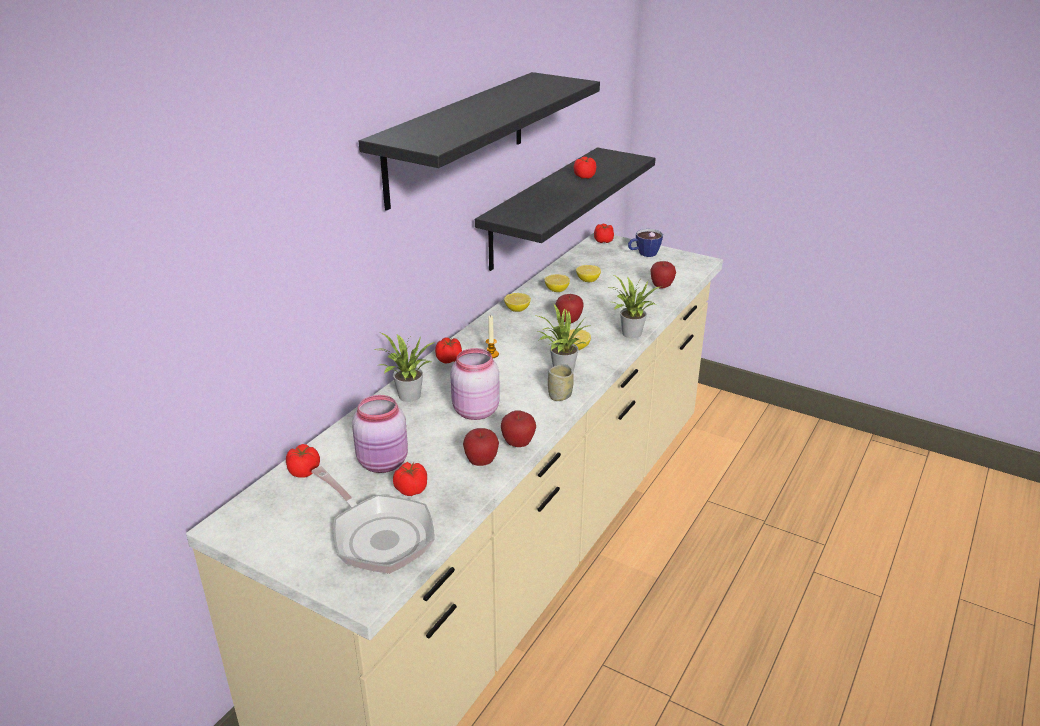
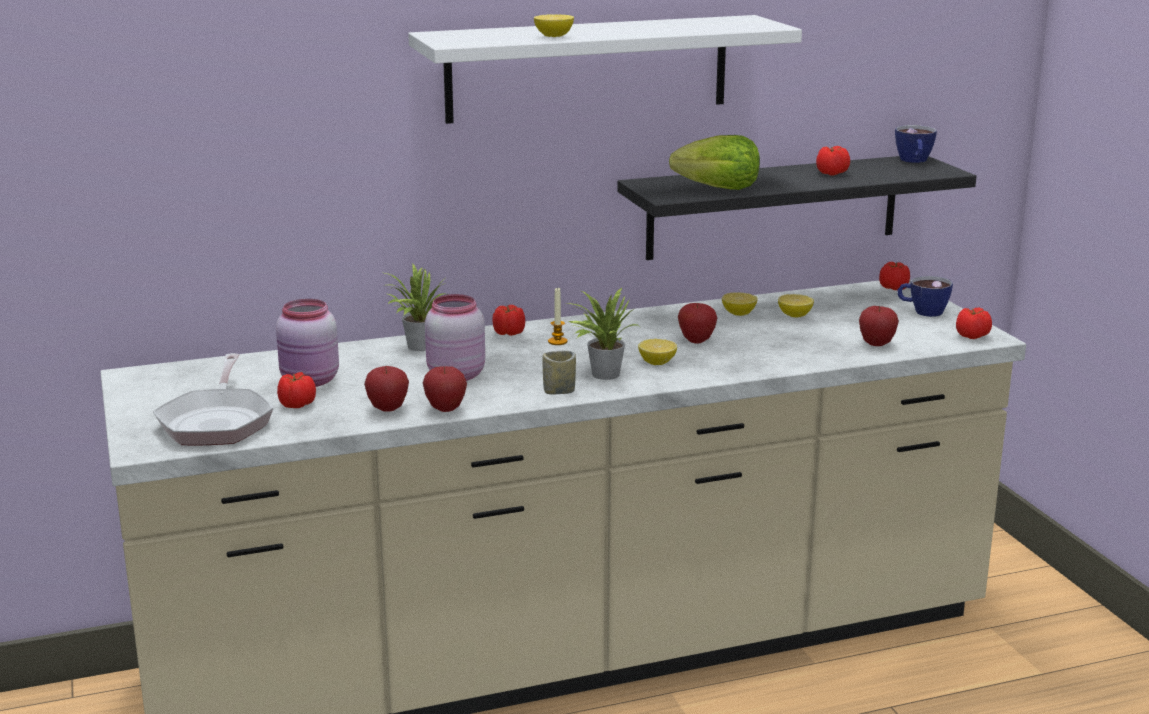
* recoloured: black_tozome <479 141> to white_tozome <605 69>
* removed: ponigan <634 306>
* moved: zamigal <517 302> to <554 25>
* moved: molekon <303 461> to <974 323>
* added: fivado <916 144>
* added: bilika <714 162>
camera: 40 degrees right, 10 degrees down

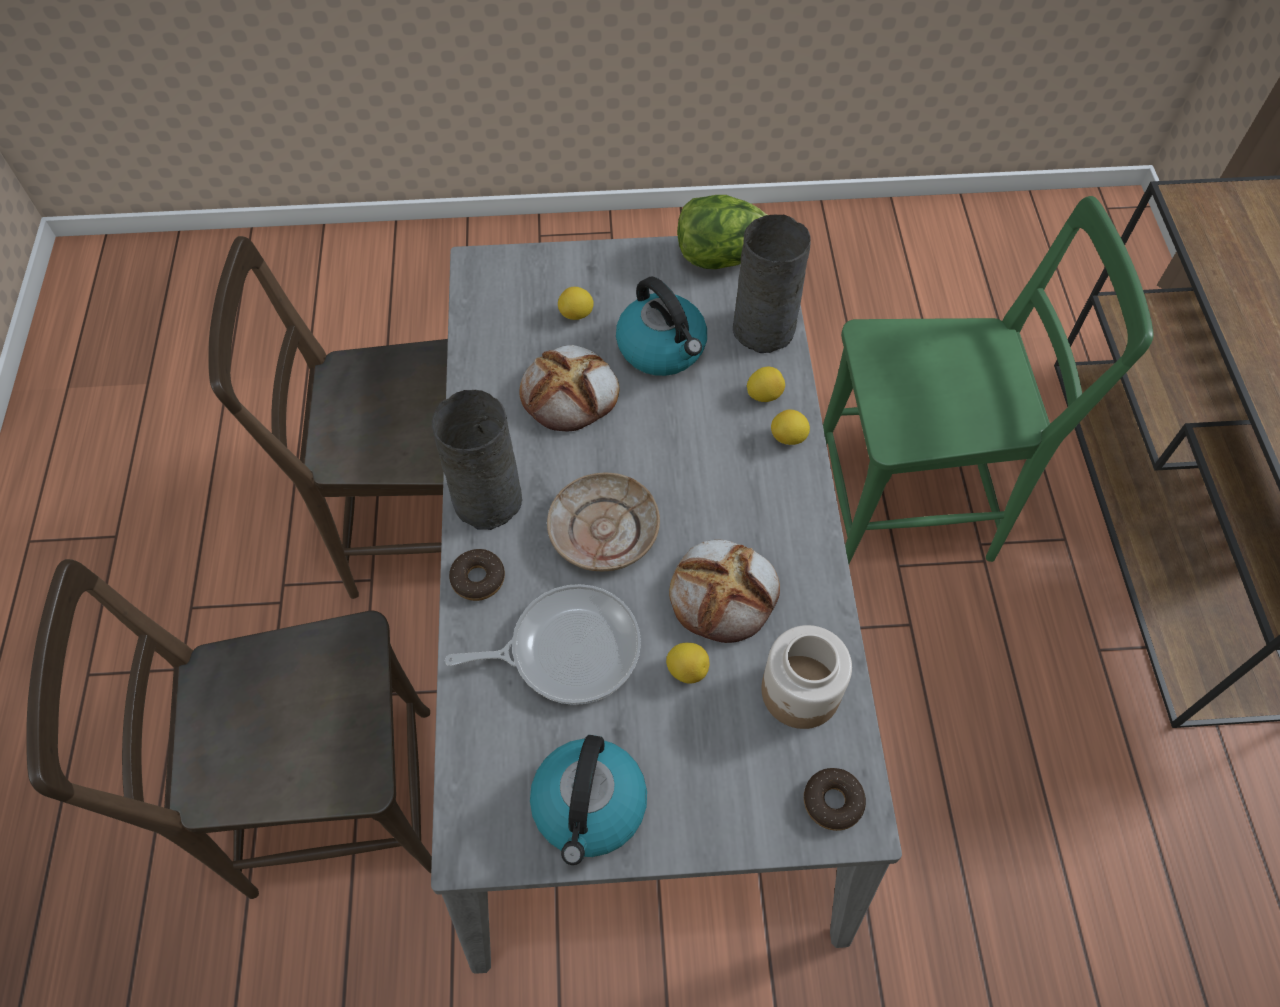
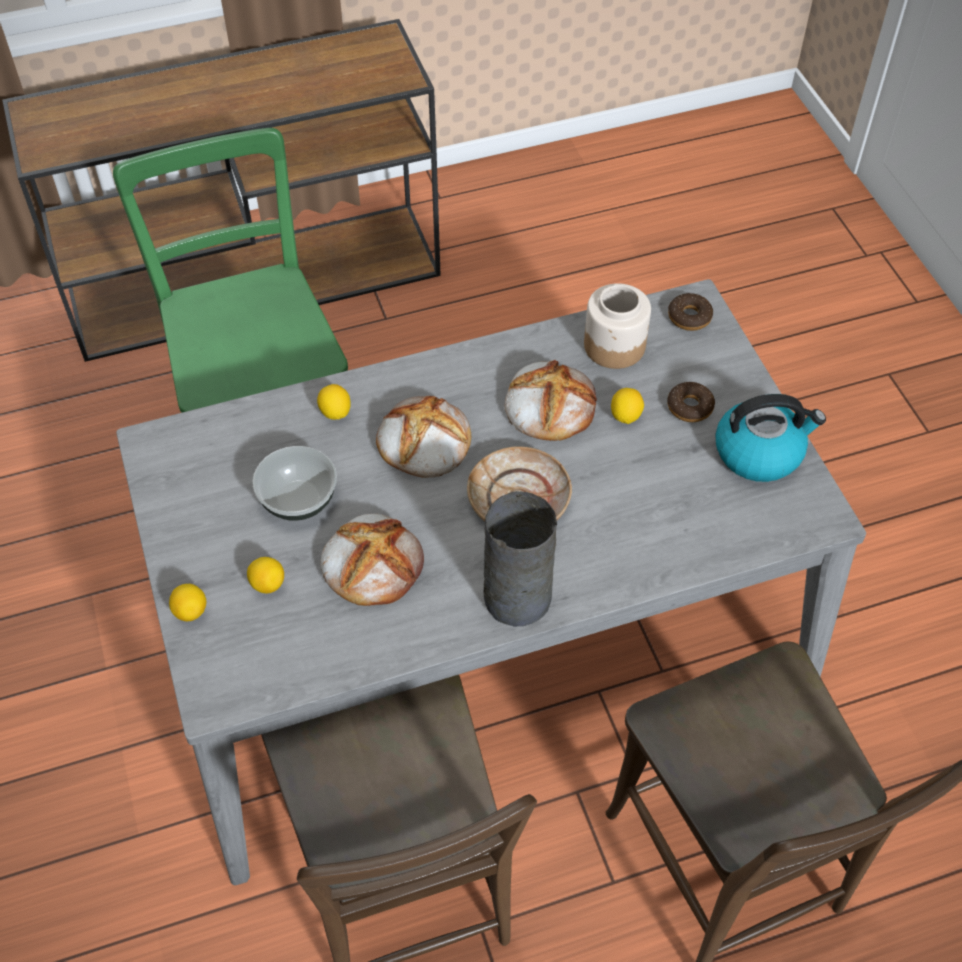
* removed: bilika <722 232>
* removed: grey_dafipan <772 284>
* replaced: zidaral <661 326> to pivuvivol <294 483>
* moved: zamigal <790 427> to <187 602>
* moved: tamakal <477 575> to <691 402>
* removed: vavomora <543 644>
* added: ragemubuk <423 437>
camera: 105 degrees left, 5 degrees down

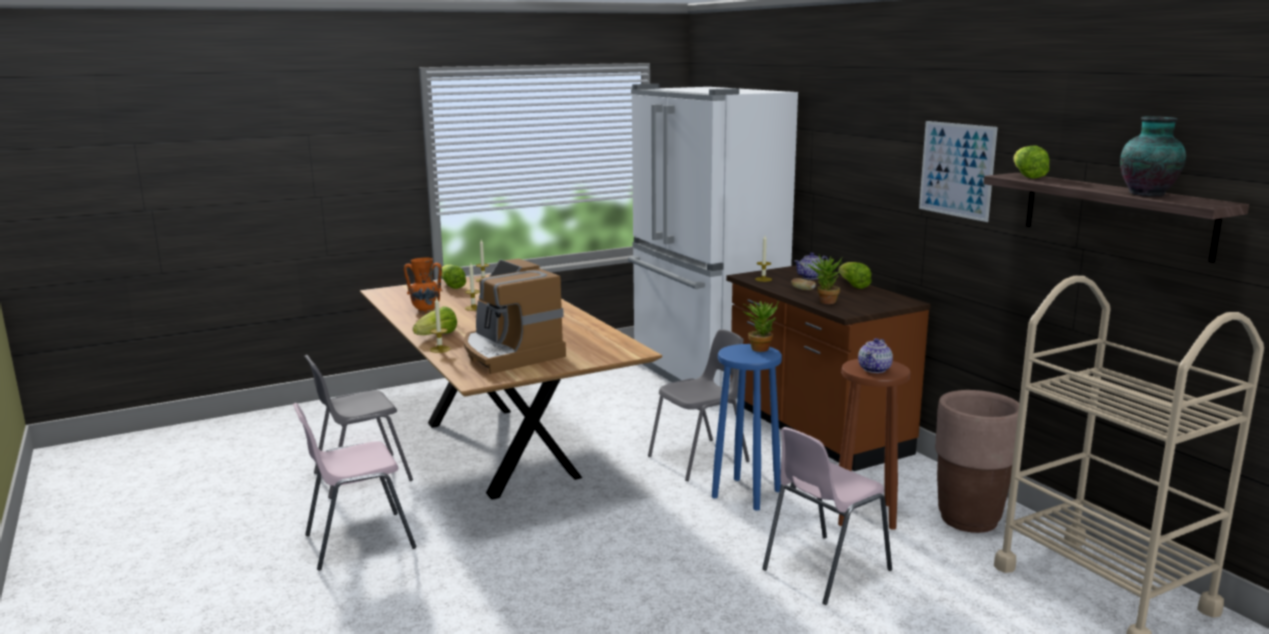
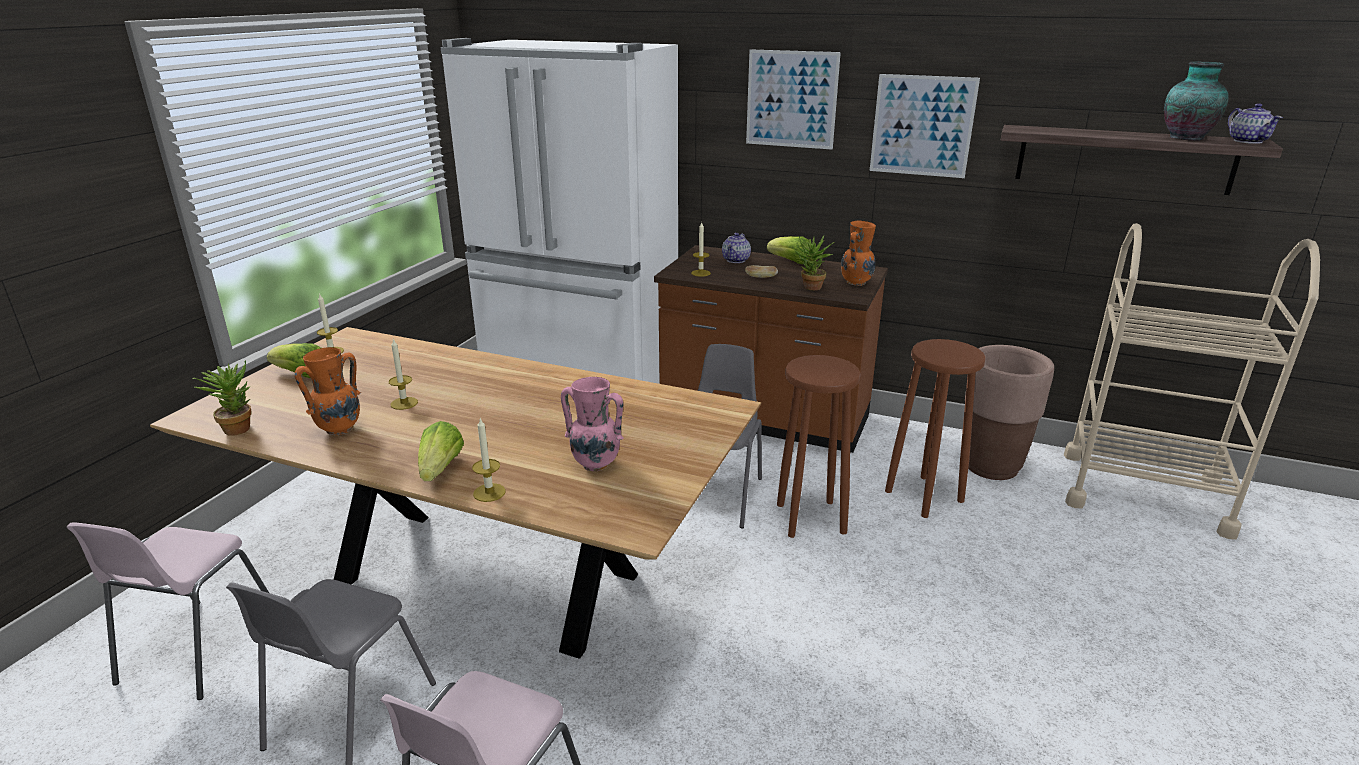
* removed: bilika <1031 162>
* replaced: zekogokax <515 316> to pink_dafipan <592 424>
* moved: ponigan <761 326> to <222 398>
* moved: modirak <875 355> to <1255 123>
* recoloured: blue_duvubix <747 427> to brown_duvubix <818 446>
* moved: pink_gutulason <827 516> to <168 611>
* added: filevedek <793 99>
* added: orange_dafipan <858 253>
camera: 40 degrees left, 10 degrees up

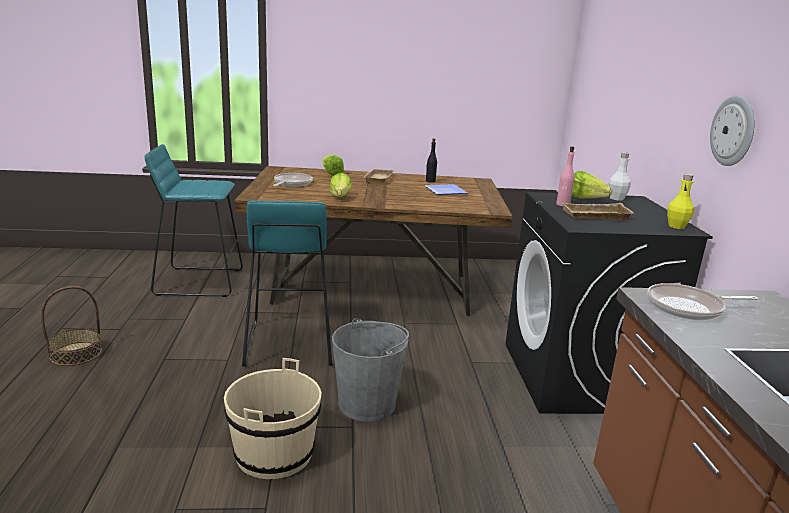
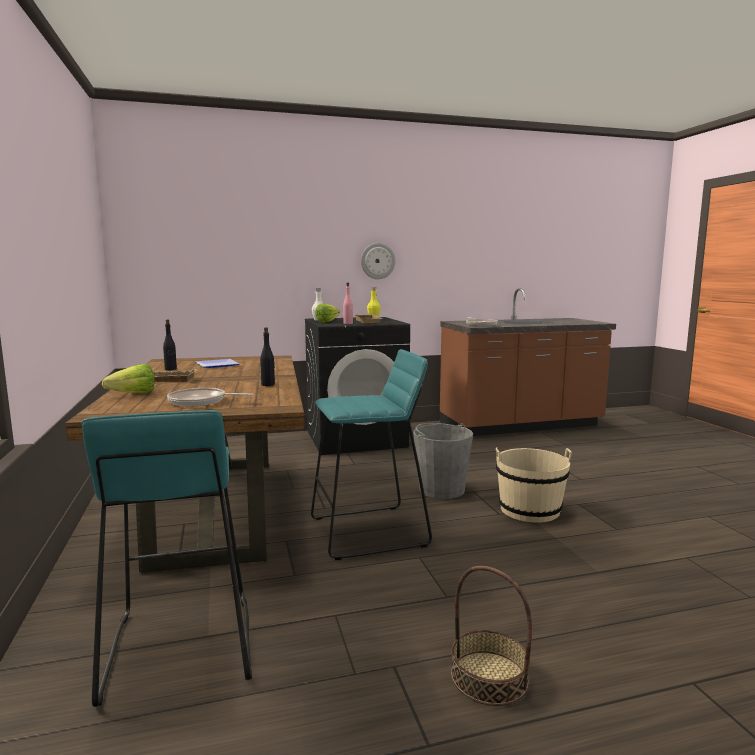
* replaced: bilika <340 185> to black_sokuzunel <267 356>
camera: 100 degrees left, 10 degrees down

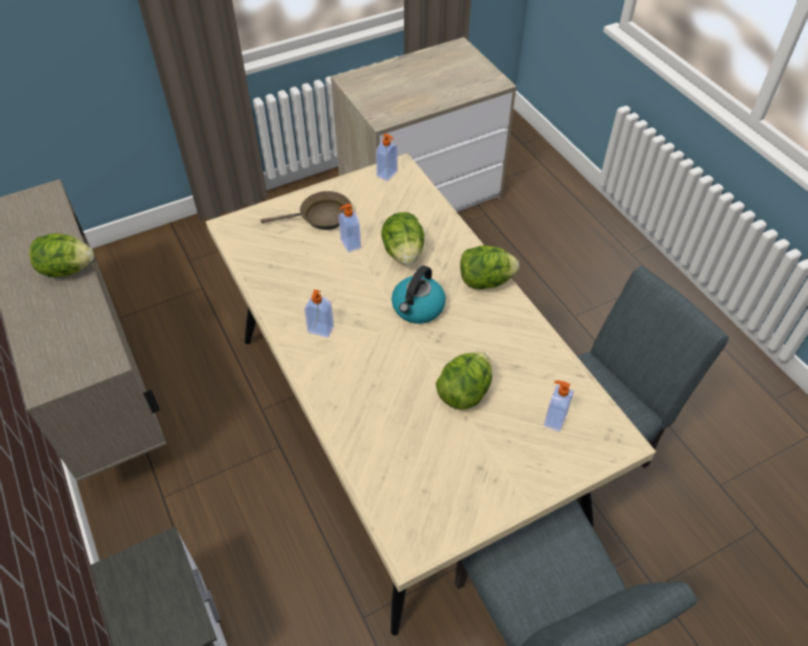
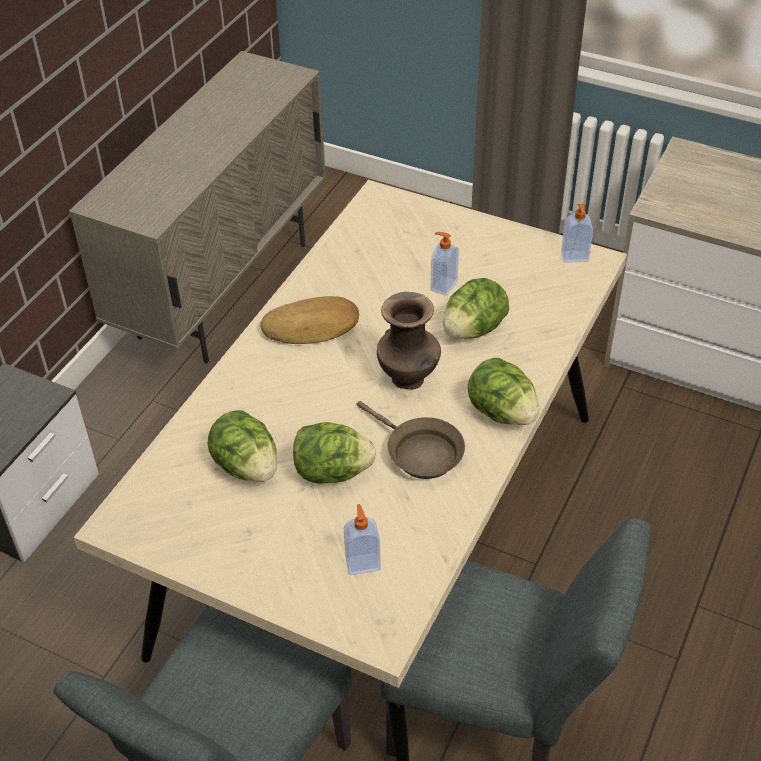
* moved: brown_vavomora <306 210> to <411 440>
* moved: bilika <62 255> to <242 446>
* replaced: zidaral <419 294> to brown_dafipan <409 341>
* replaced: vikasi <319 313> to ragemubuk <309 320>
camera: 55 degrees right, 5 degrees down

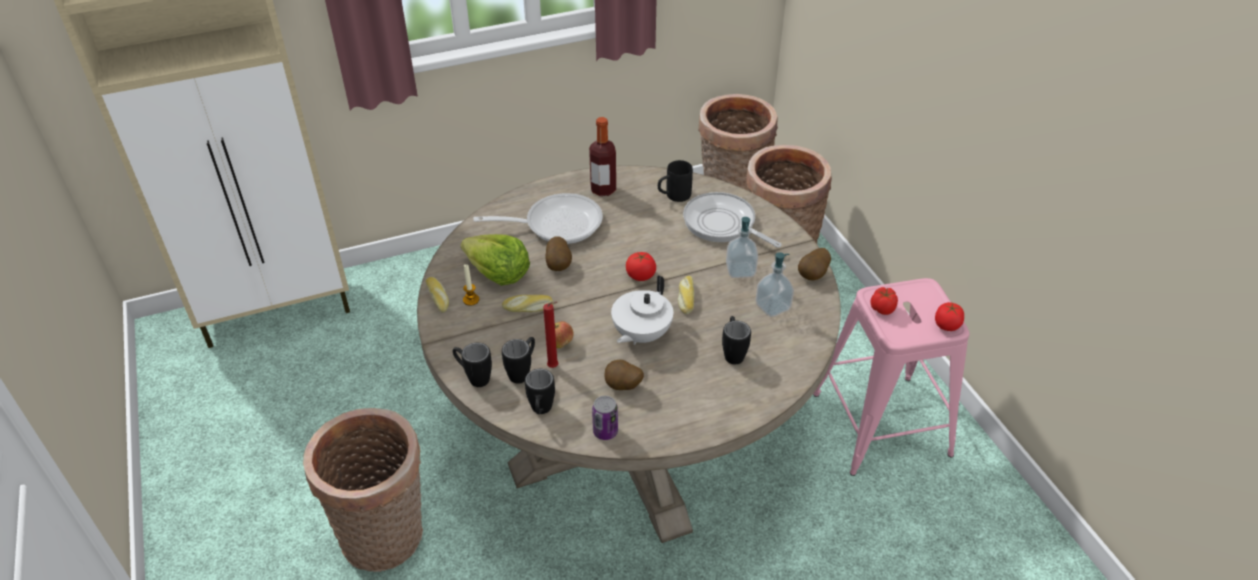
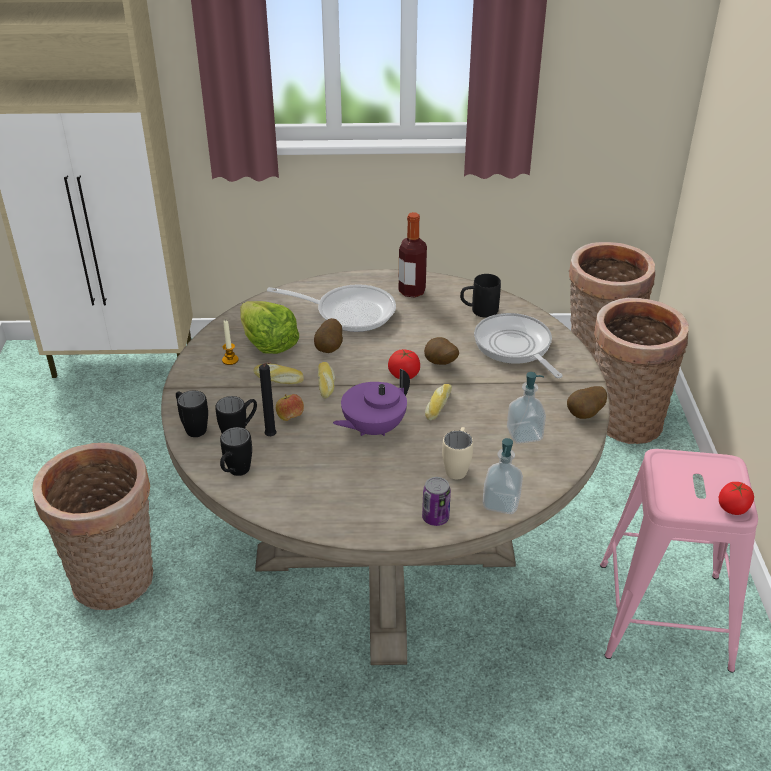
* moved: vikasi <742 247> to <503 476>
* recoloured: white_modirak <642 310> to purple_modirak <371 402>
* moved: ragemubuk <437 295> to <326 380>
* removed: molekon <884 301>
* recoloured: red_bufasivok <551 335> to black_bufasivok <268 399>
* recoloured: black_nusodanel <736 340> to beige_nusodanel <457 453>
* moved: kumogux <624 375> to <441 351>
* moved: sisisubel <605 418> to <436 501>
camera: 20 degrees right, 5 degrees down

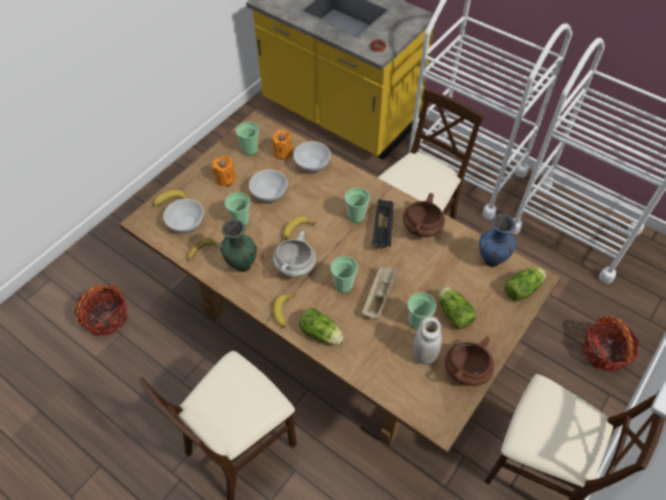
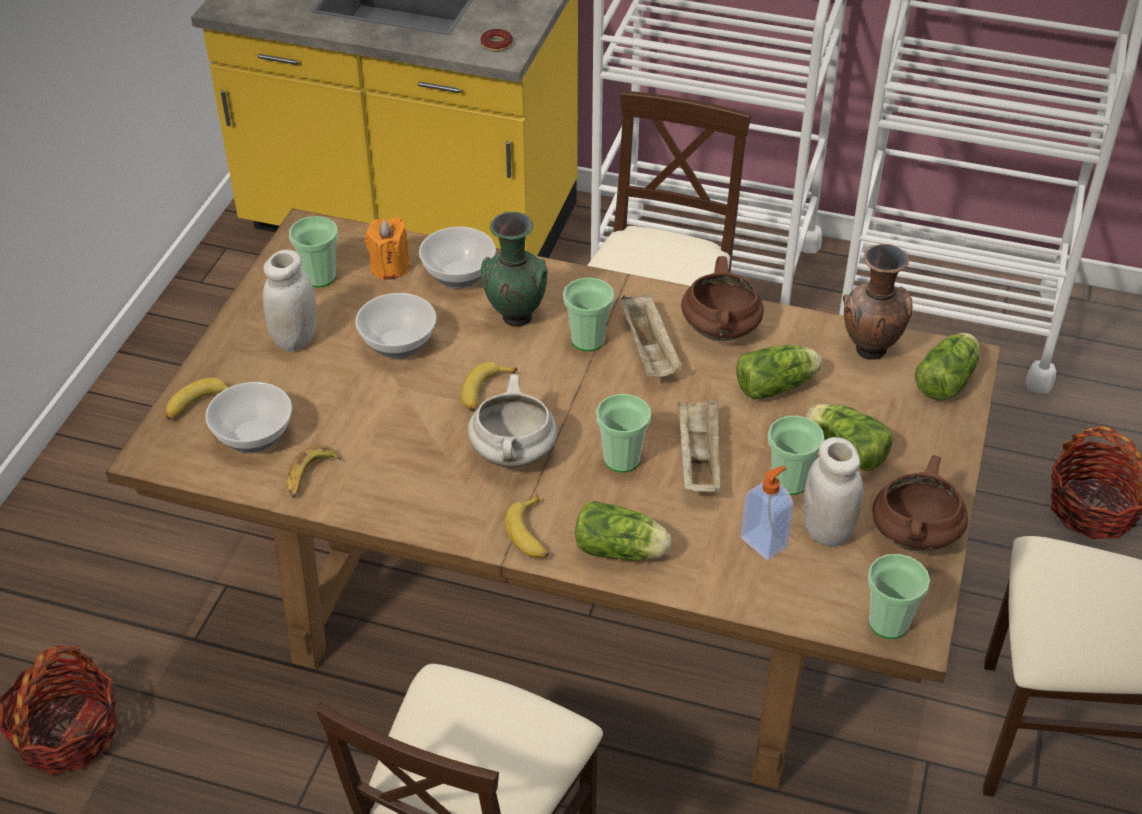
* replaced: orange_bufasivok <224 171> to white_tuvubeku <290 301>
* moved: fivado <237 209> to <899 596>
* recoloured: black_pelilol <383 223> to beige_pelilol <651 335>
* recoloured: blue_dafipan <497 240> to brown_dafipan <877 302>
* moved: green_dafipan <238 245> to <514 269>
* added: bilika <779 372>
* added: vikasi <767 513>
camera: 20 degrees left, 10 degrees down

